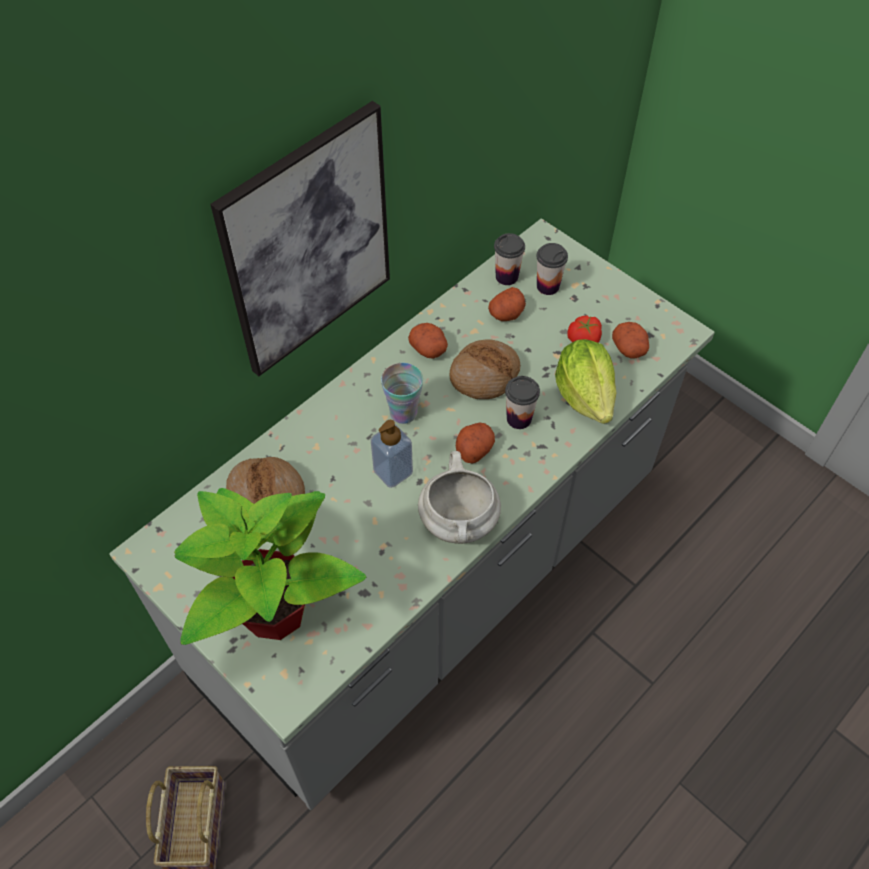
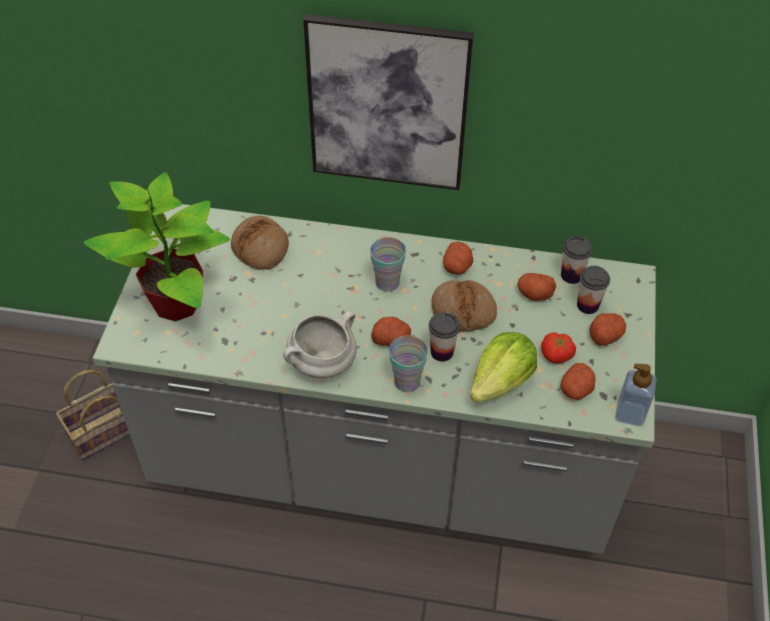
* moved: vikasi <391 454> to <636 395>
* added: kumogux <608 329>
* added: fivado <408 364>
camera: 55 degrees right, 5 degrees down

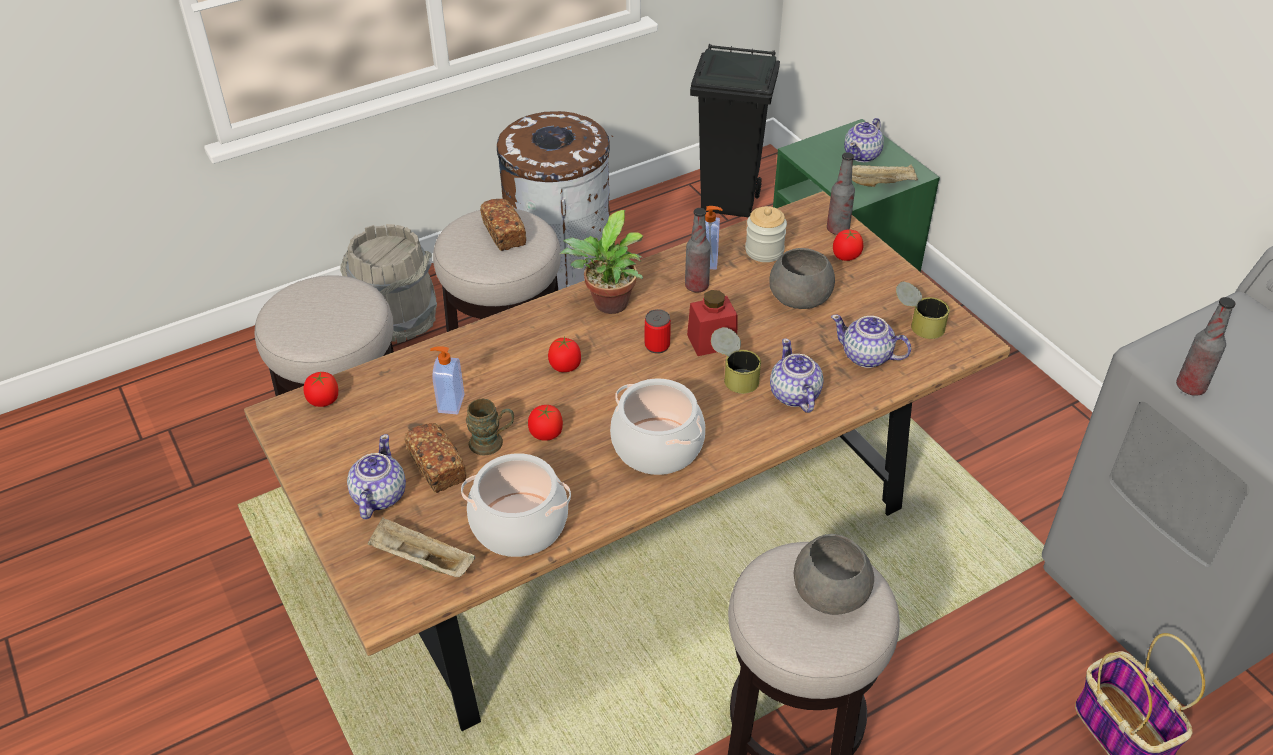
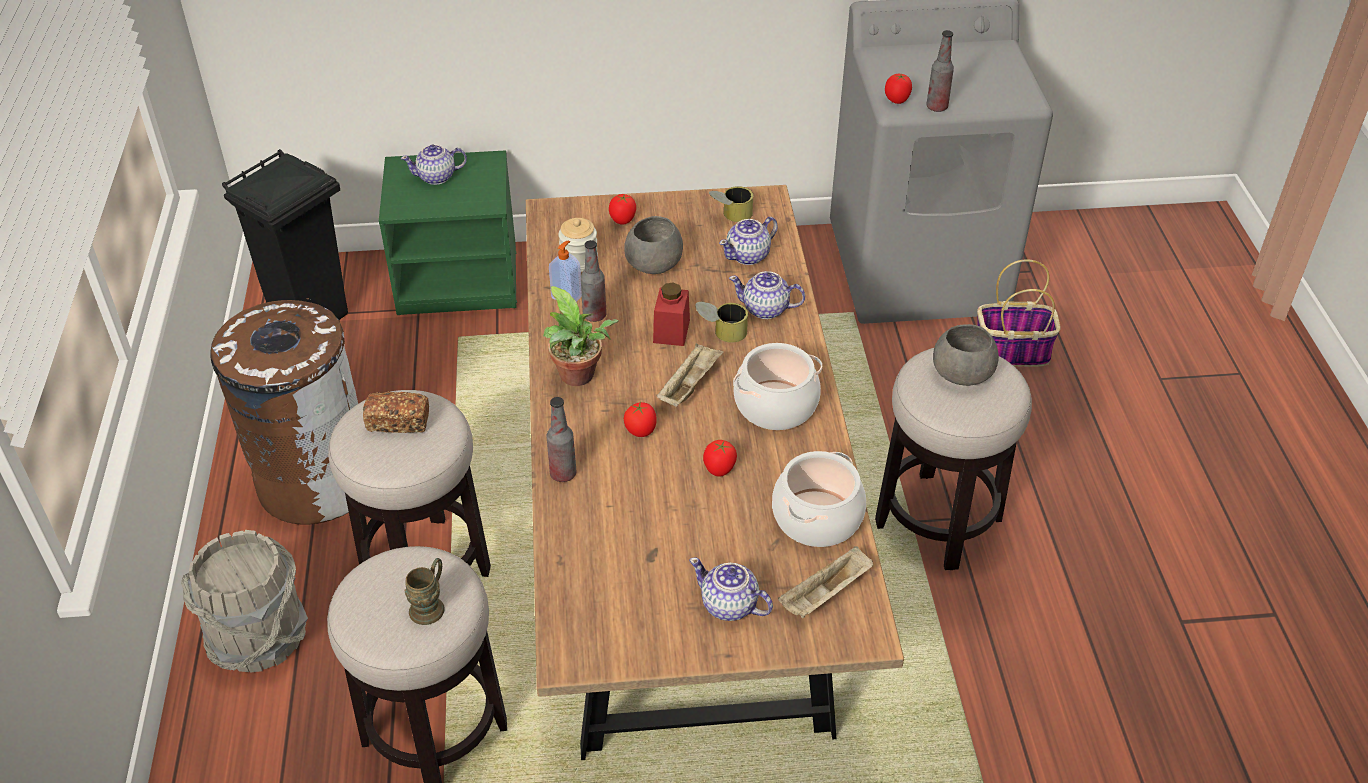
* turned: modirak <864 140> = <434 164> 105 degrees clockwise
* moved: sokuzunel <841 193> to <561 439>
* moved: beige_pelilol <885 175> to <690 375>
* removed: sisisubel <658 331>
* removed: vikasi <447 381>
* moved: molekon <320 389> to <898 89>
* moved: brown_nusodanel <490 427> to <424 591>
* removed: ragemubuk <435 458>
camera: 65 degrees left, 0 degrees up

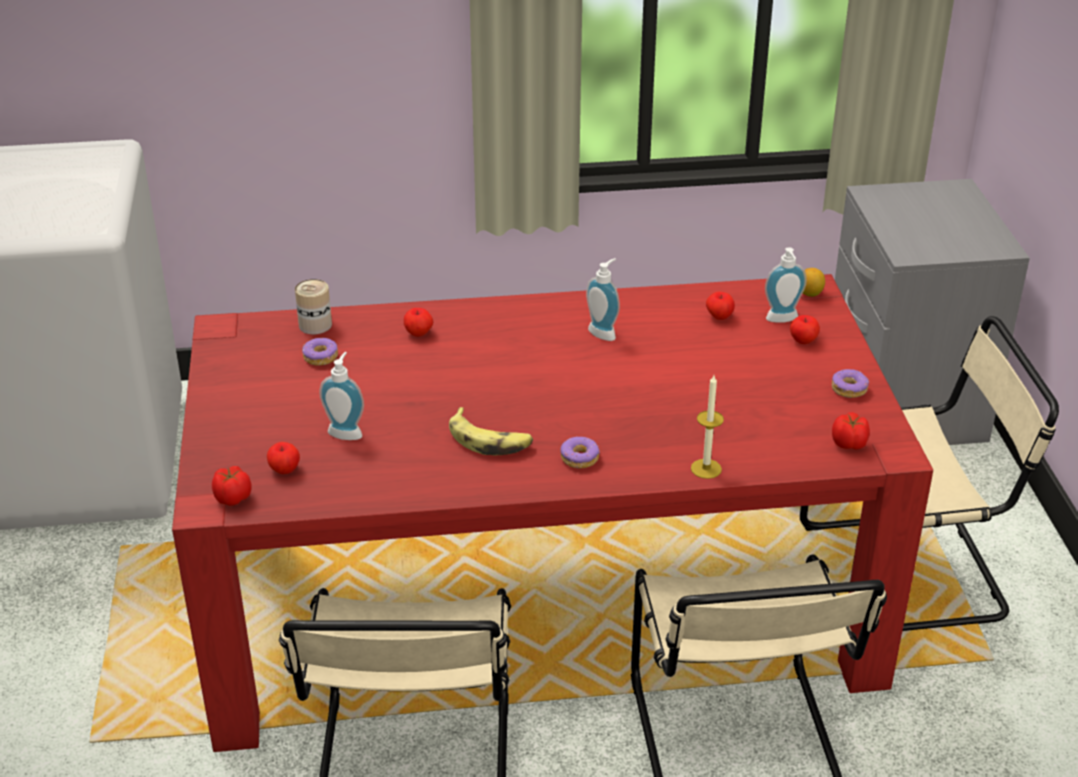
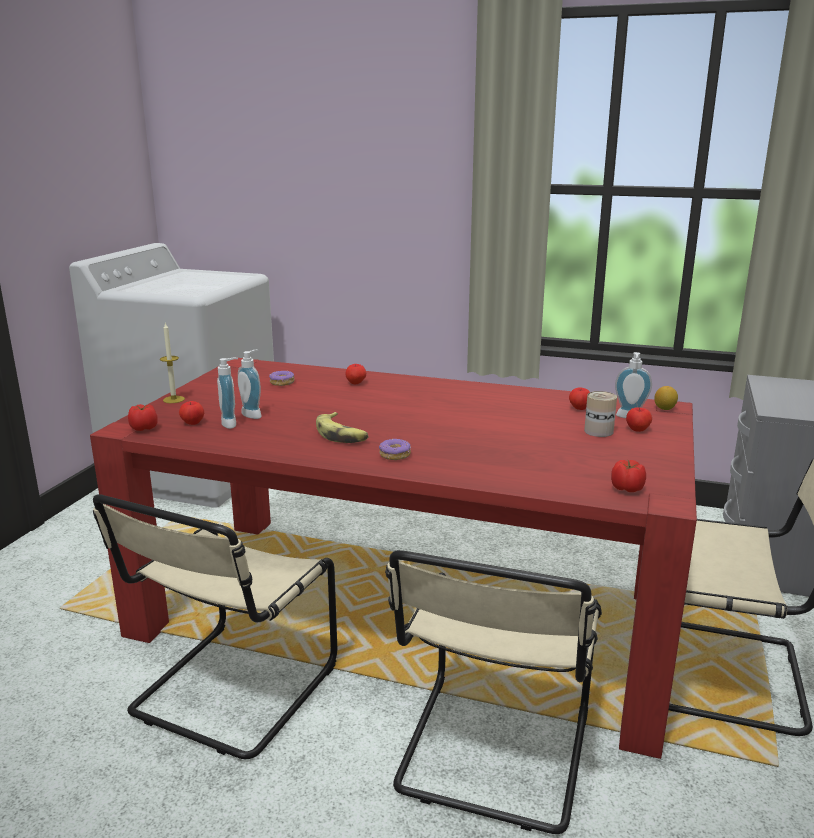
* moved: vikasi <603 299> to <227 393>
* moved: sisisubel <313 306> to <600 414>
* removed: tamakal <850 383>
* moved: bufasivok <707 427> to <172 363>
camera: 25 degrees right, 15 degrees down

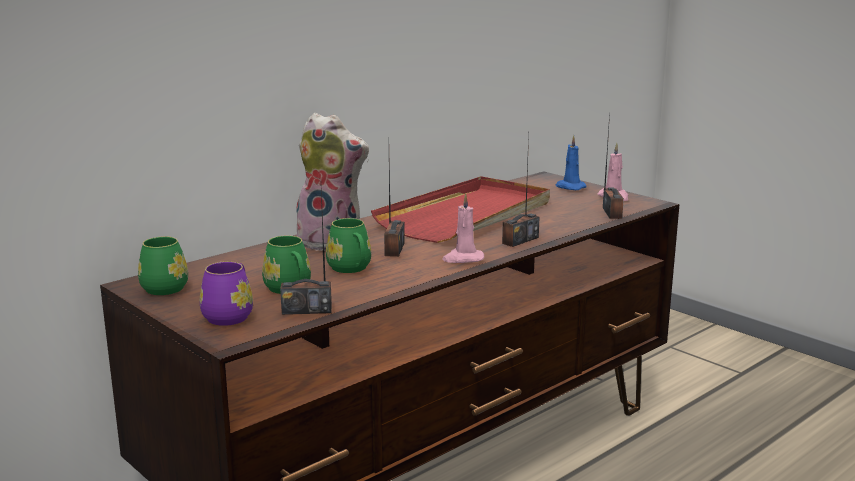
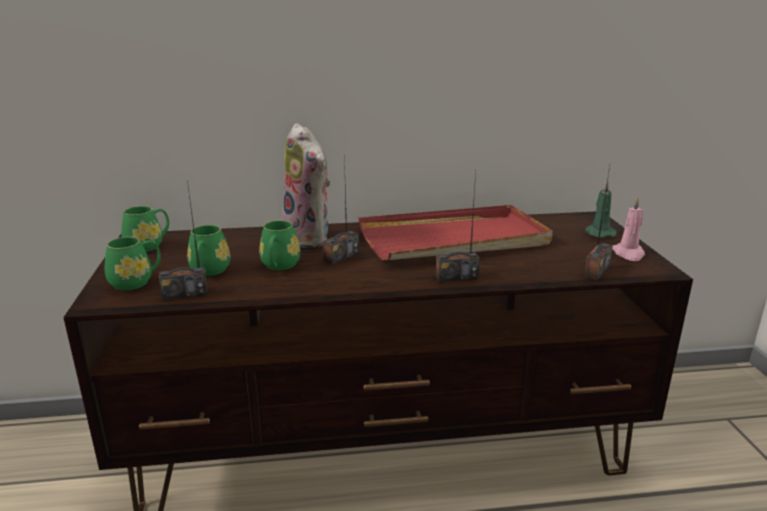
* recoloured: blue_bufasivok <571 162> to green_bufasivok <601 210>
* turned: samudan <306 252> = <183 240> 45 degrees counterclockwise
* removed: pink_bufasivok <463 228>
* recoloured: purple_nusodanel <226 293> to green_nusodanel <133 263>
camera: 35 degrees right, 5 degrees up

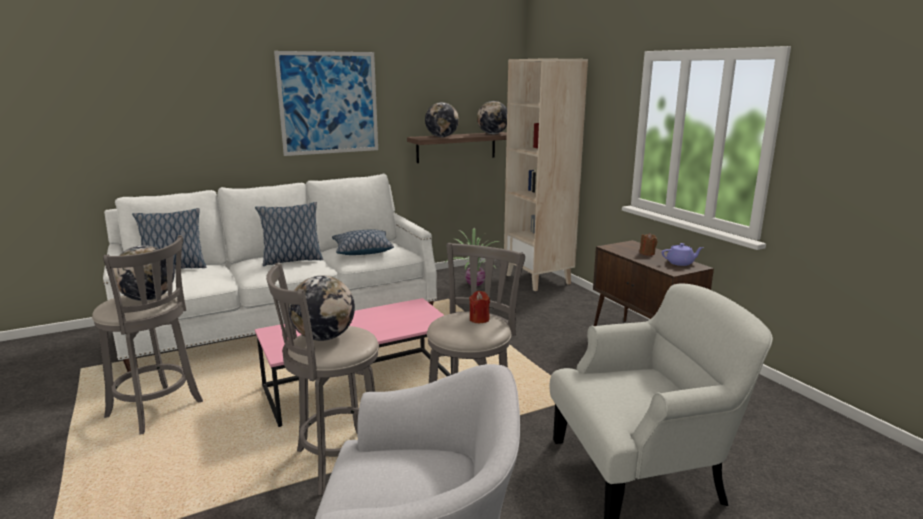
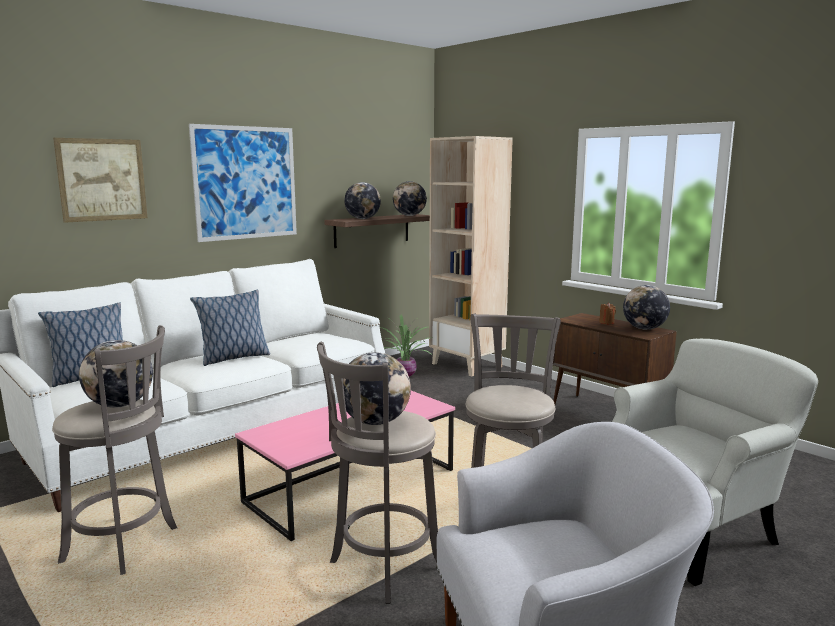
* removed: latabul <363 242>
* replaced: purple_modirak <683 254> to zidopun <646 307>
* removed: red_bufasivok <479 307>
* added: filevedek <100 180>
camera: 15 degrees left, 5 degrees down

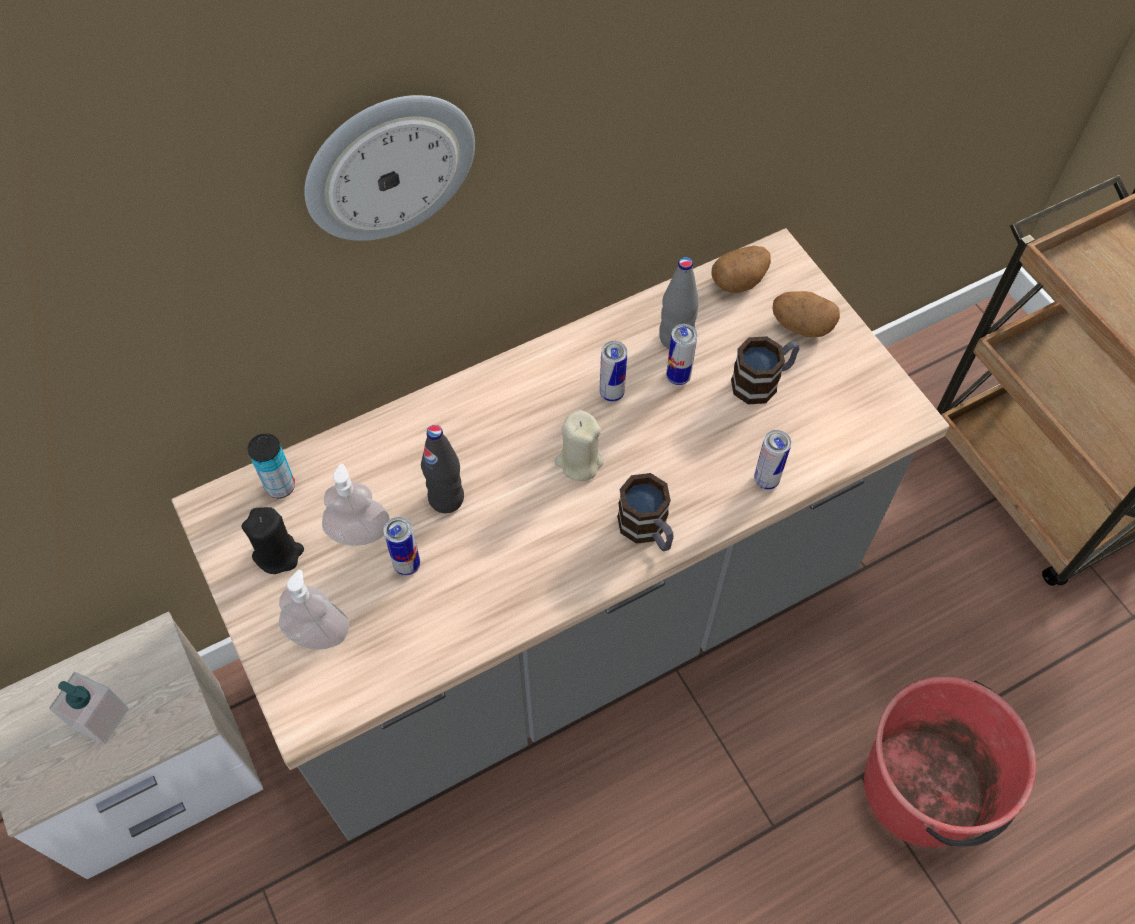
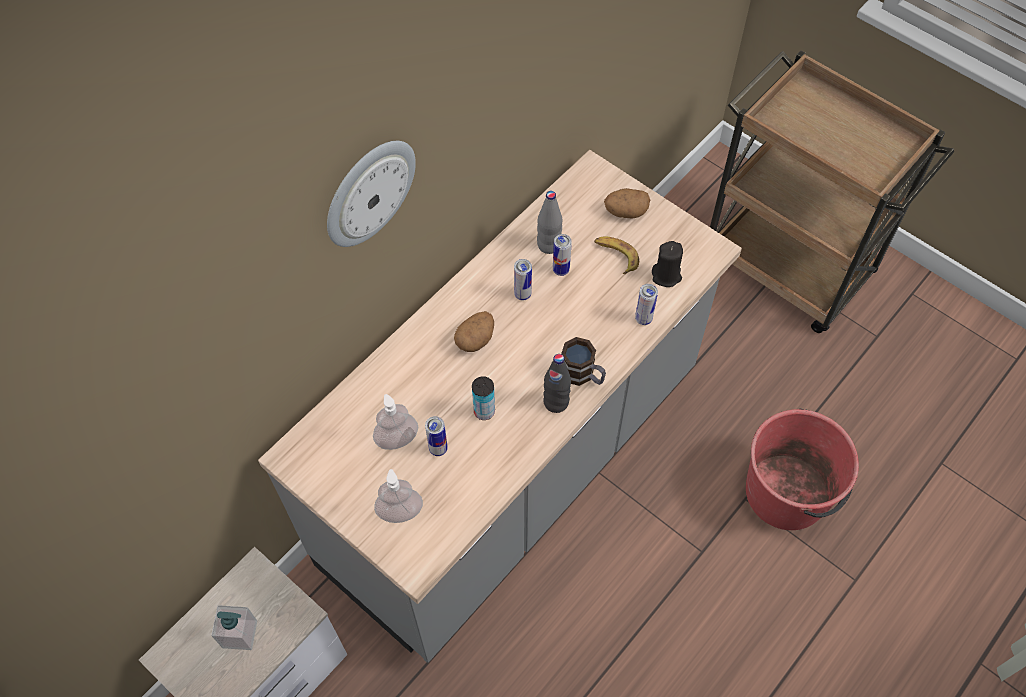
* moved: kumogux <741 269> to <474 331>
* replaced: nusodanel <765 370> to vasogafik <616 255>
* removed: beige_bufasivok <579 445>
* moved: black_sokuzunel <442 469> to <557 383>
* moved: sisisubel <271 465> to <483 398>
* moved: black_bufasivok <273 540> to <667 264>
camera: 20 degrees left, 0 degrees up

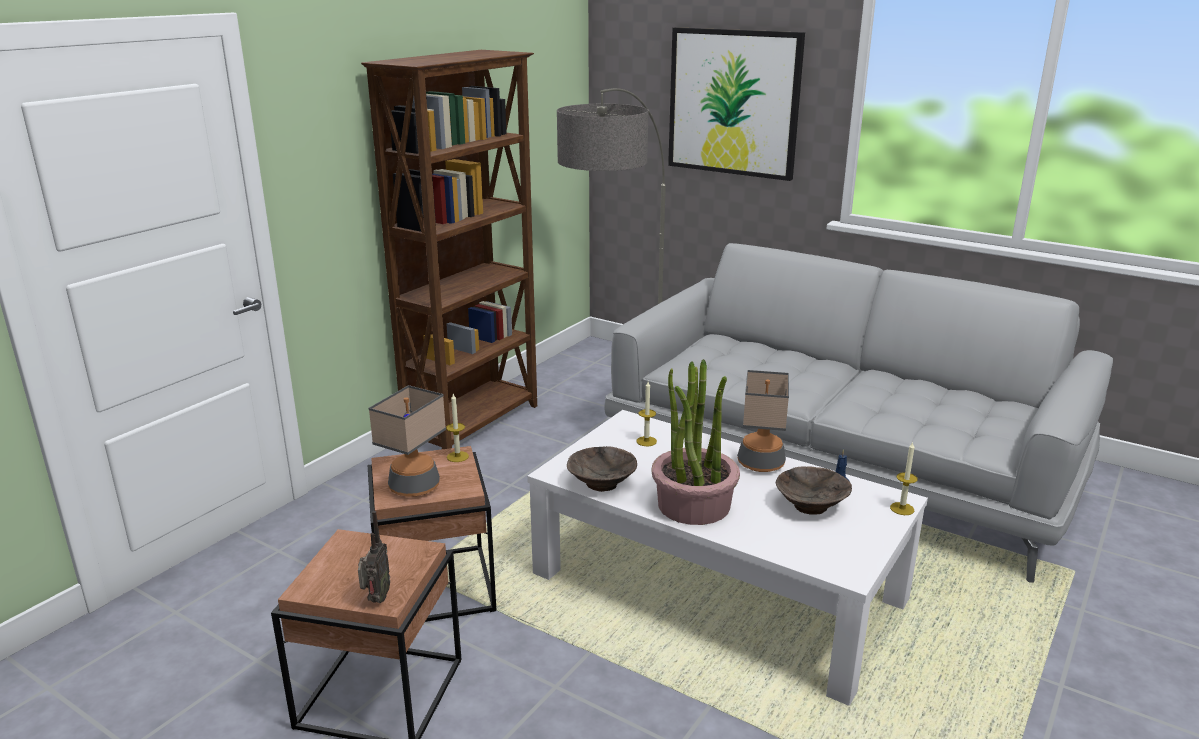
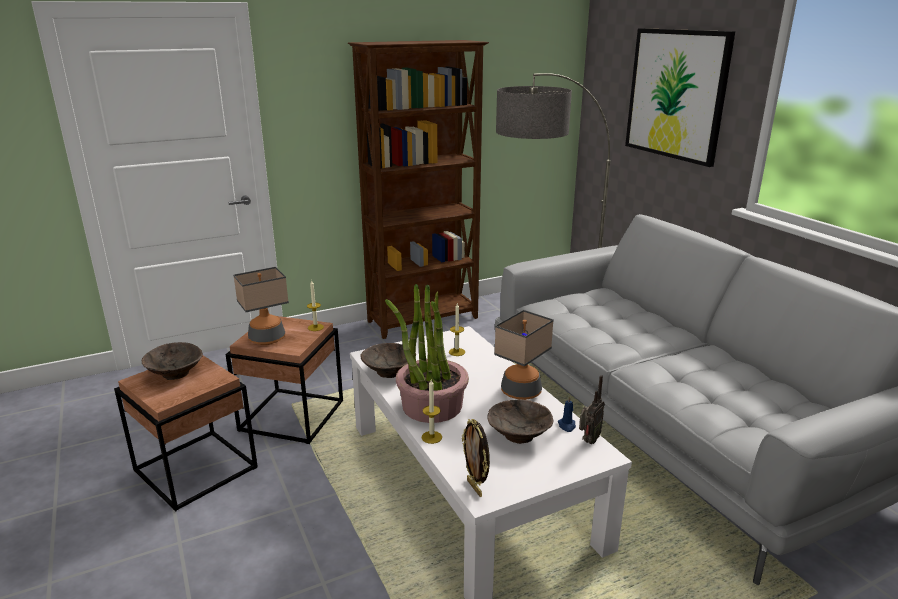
* moved: bufasivok <904 478> to <432 412>
* moved: samudan <374 557> to <592 409>
* added: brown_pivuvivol <172 361>
* added: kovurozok <476 458>
camera: 30 degrees right, 0 degrees up

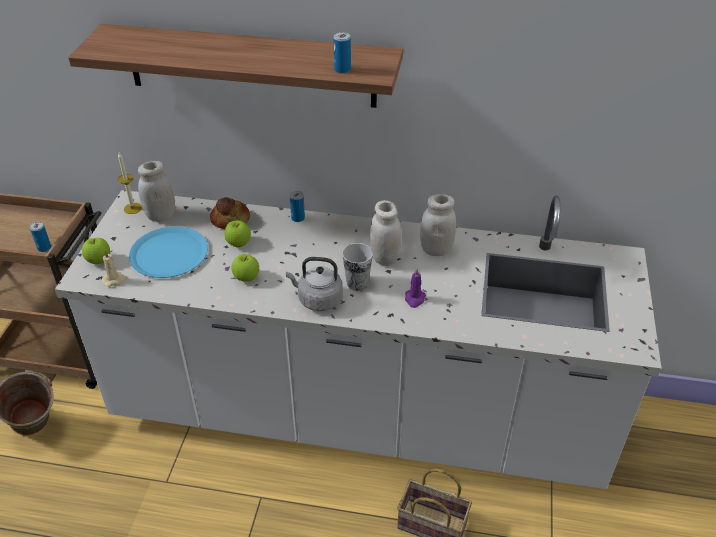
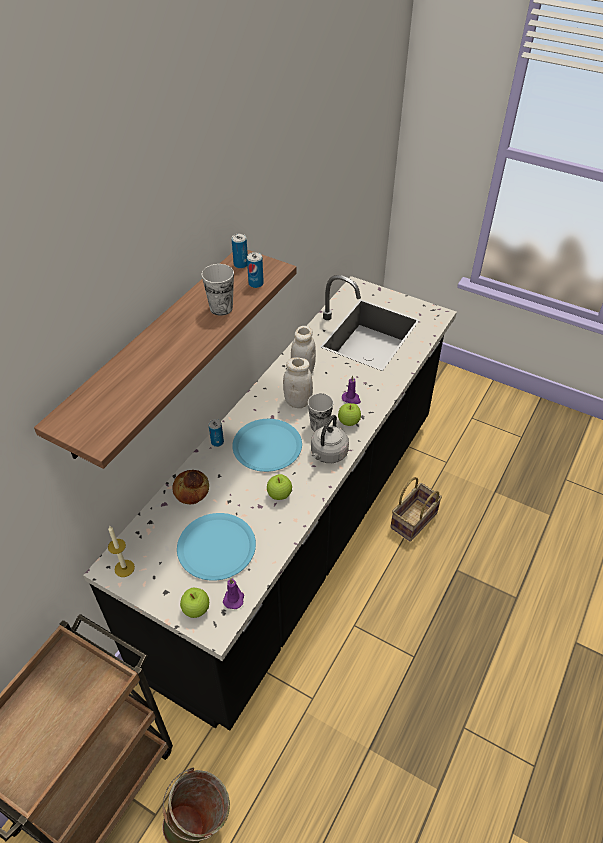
* removed: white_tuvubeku <156 191>
* recoloured: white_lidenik <358 339> to black_lidenik <270 502>
* moved: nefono <238 233> to <349 414>
* moved: sisisubel <40 237> to <240 251>
* recoloured: beige_bufasivok <115 268> to purple_bufasivok <233 593>
* added: fivado <217 290>
* added: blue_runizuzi <267 445>
camera: 70 degrees left, 5 degrees up

